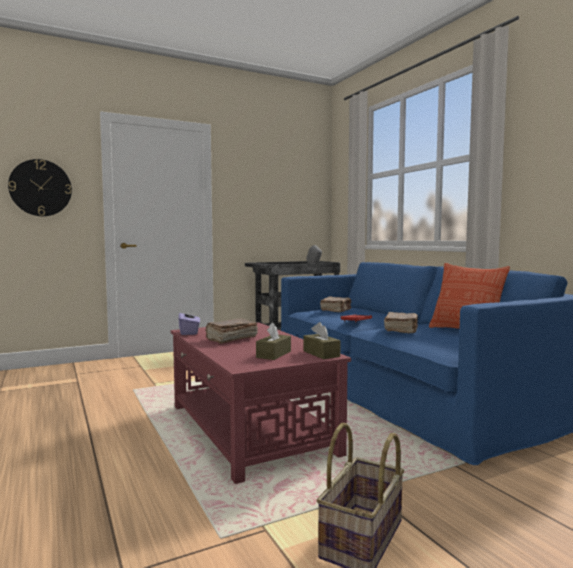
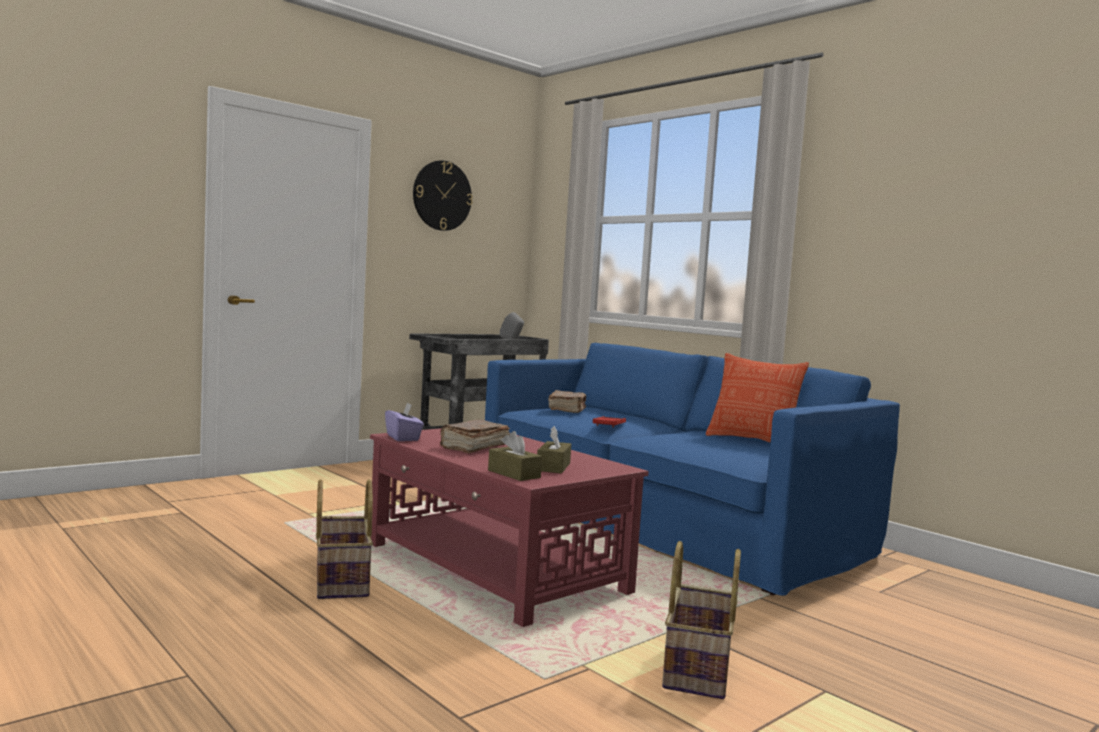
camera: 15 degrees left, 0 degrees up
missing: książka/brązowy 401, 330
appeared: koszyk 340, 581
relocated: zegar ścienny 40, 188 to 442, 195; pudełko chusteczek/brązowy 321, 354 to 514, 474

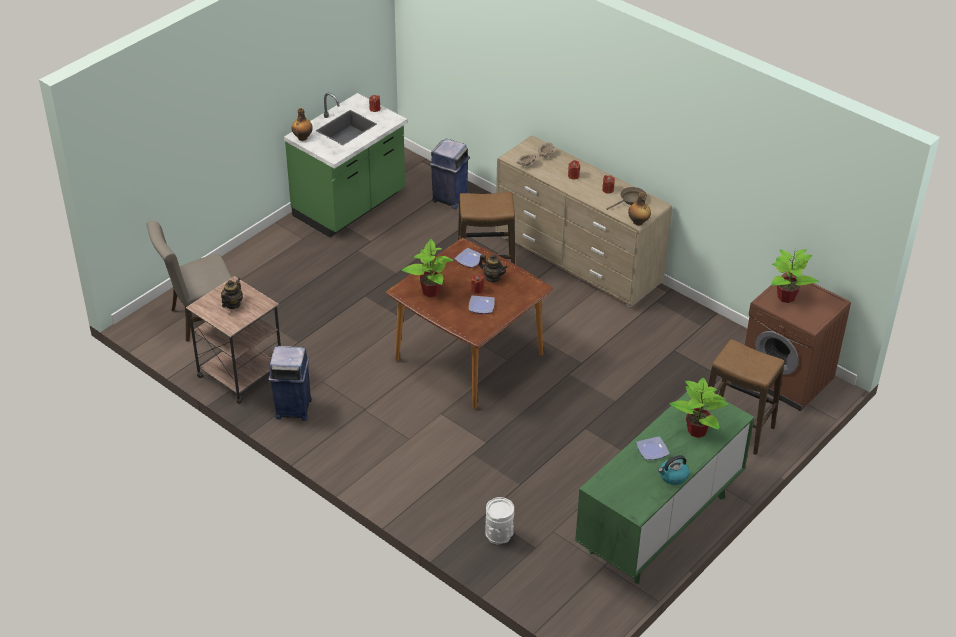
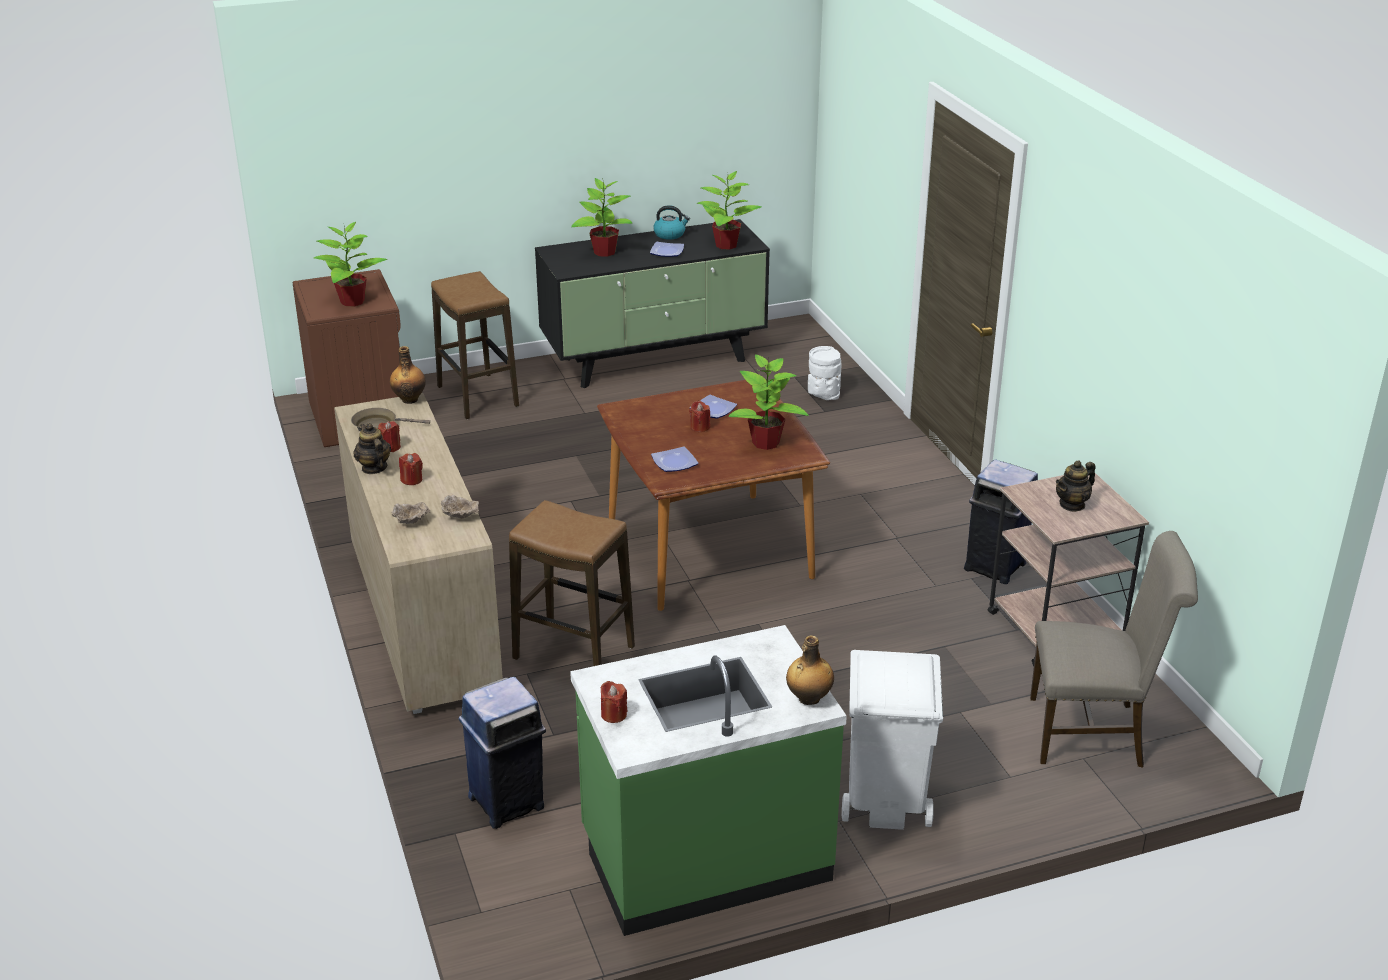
camera: 150 degrees left, 10 degrees down
appeared: roślina doniczkowa 725, 245; kosz na śmieci/biały 885, 800
relocated: imbryk 492, 277 to 374, 468
colour: komoda/zielony 659, 525 to komoda/czarny 653, 358

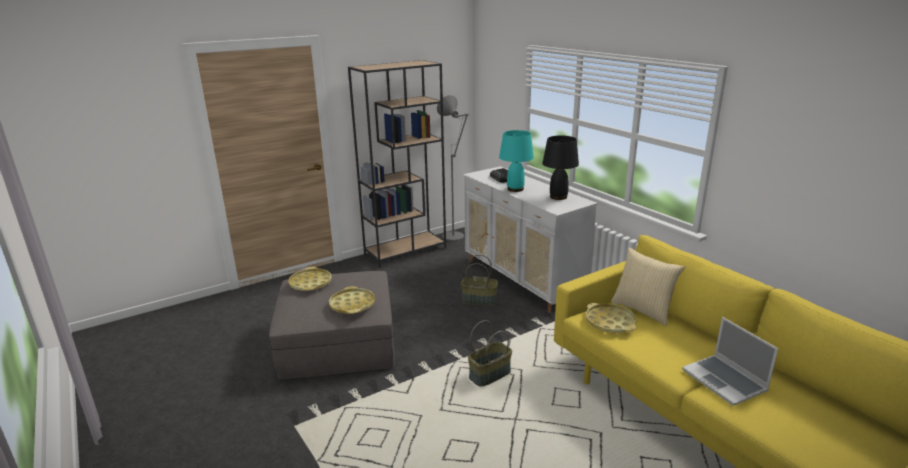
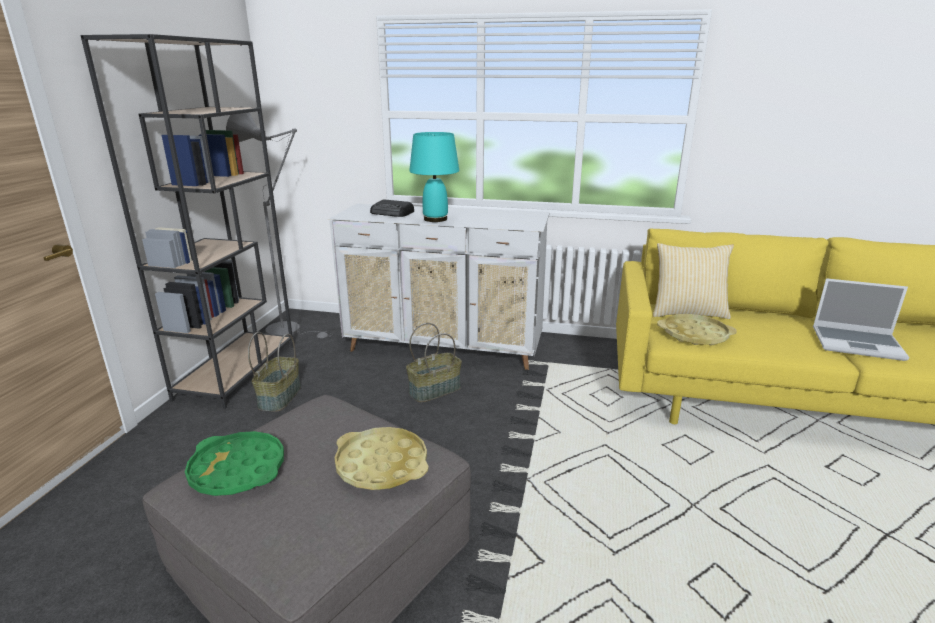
camera: 45 degrees left, 0 degrees up
missing: lampa stołowa/czarny 558, 197
relocated: koszyk 489, 374 to 279, 396
colour: taca/żółty 310, 283 to taca/zielony 237, 470

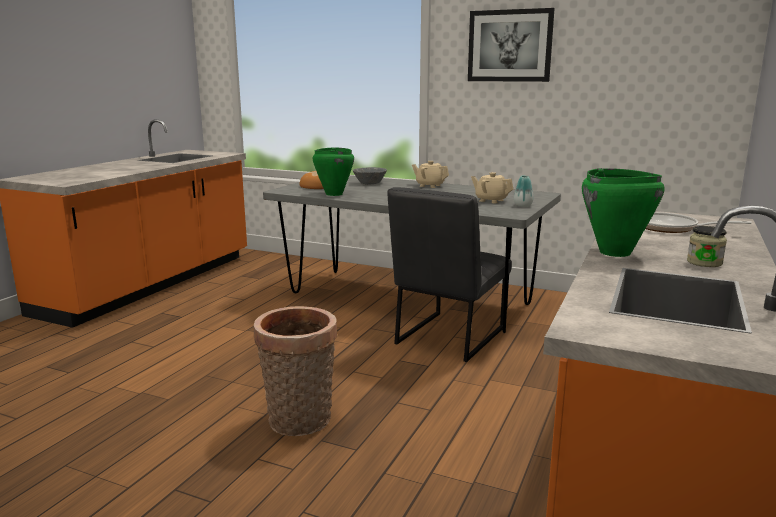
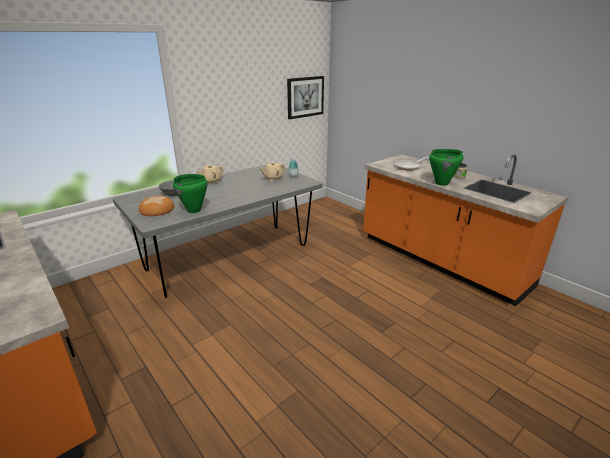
camera: 65 degrees left, 10 degrees up
missing: koszyk 300, 422; krzesło/szary 448, 336
relocated: obraz 509, 46 to 305, 97

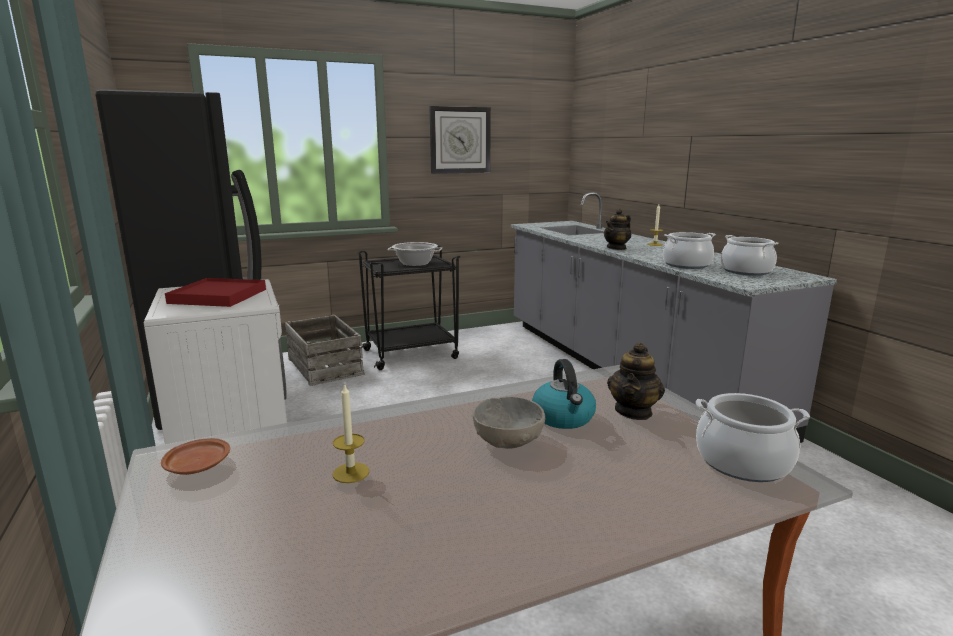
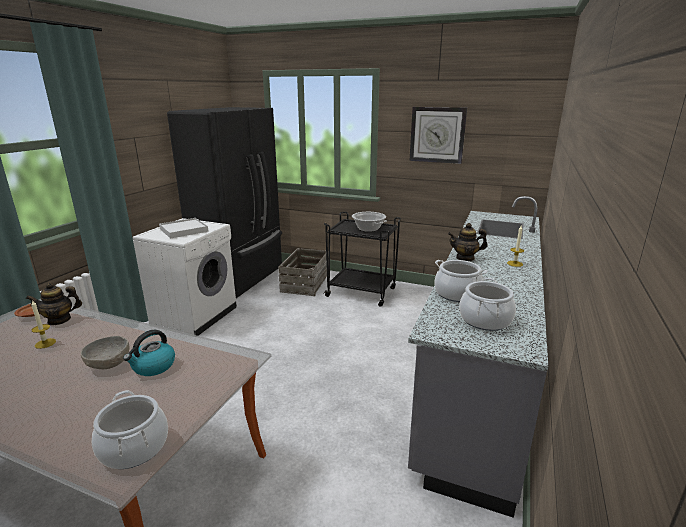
camera: 45 degrees right, 5 degrees up
relocated: imbryk 634, 411 to 59, 320
colour: taca/czerwony 218, 296 to taca/biały 184, 230

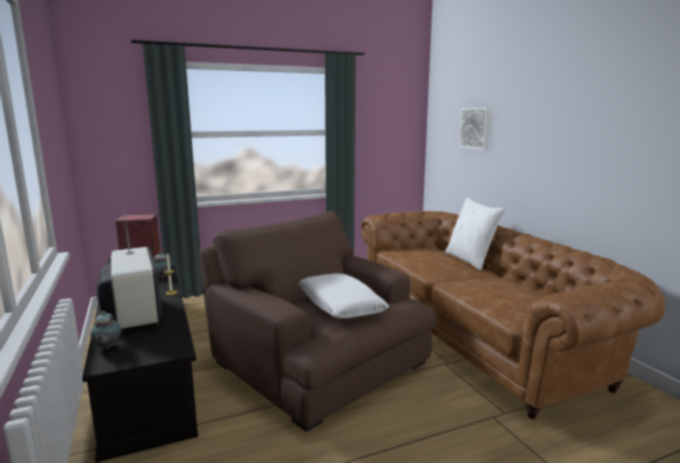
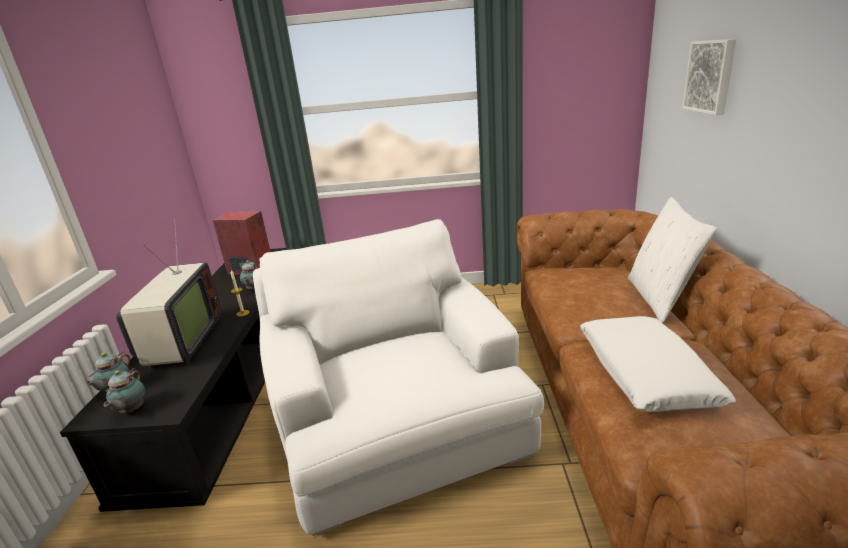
camera: 25 degrees right, 10 degrees up
appeared: imbryk 131, 410
relocated: poduszka/biały 340, 305 to 645, 374
colour: fotel/brązowy 318, 362 to fotel/biały 396, 421

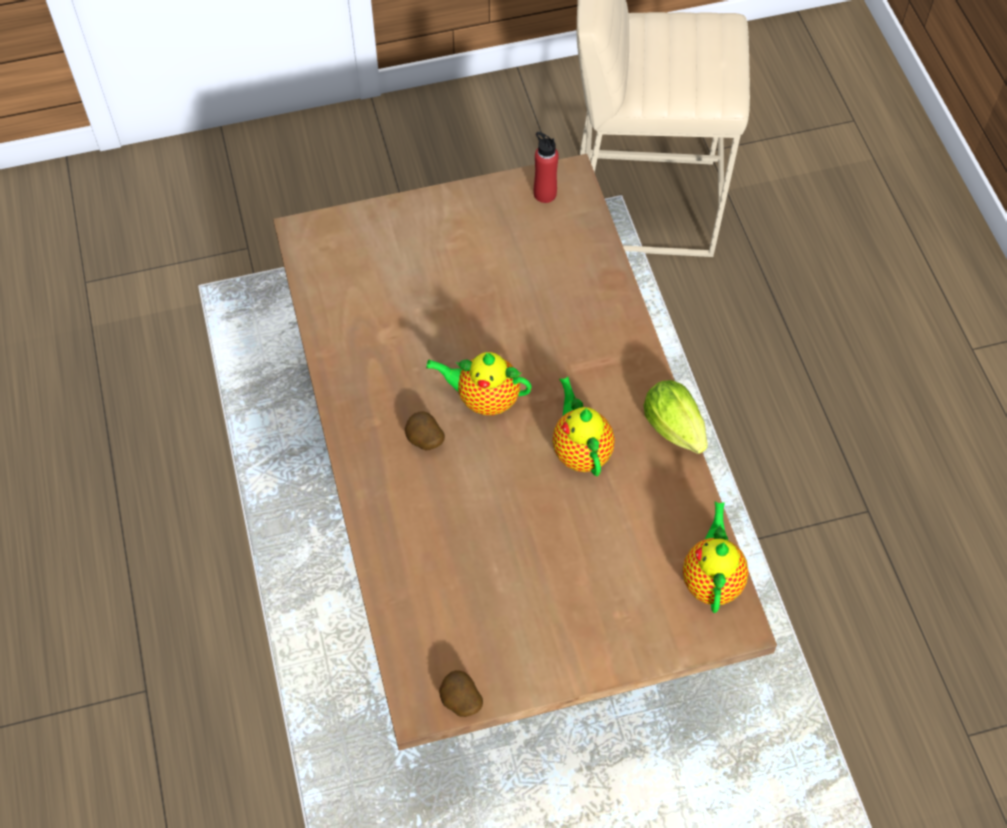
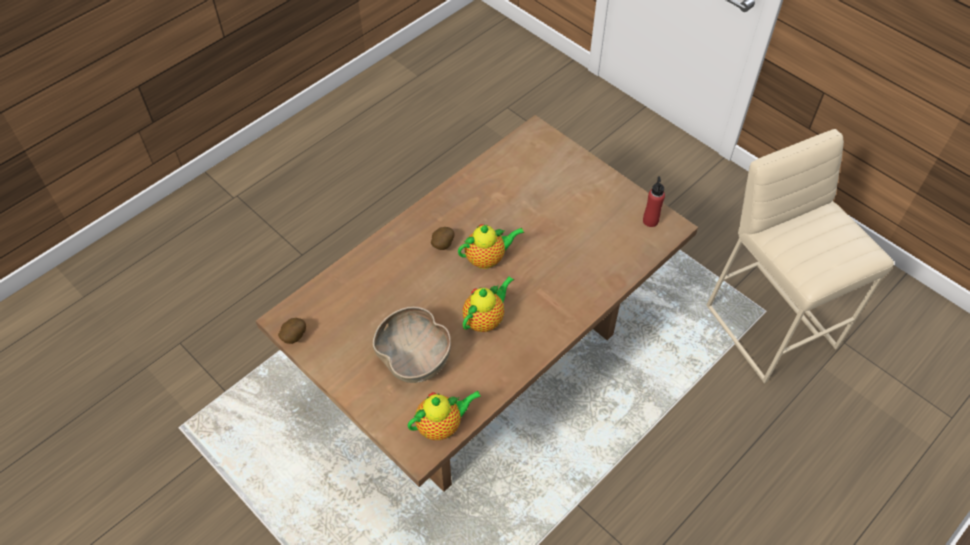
camera: 60 degrees right, 5 degrees down
missing: sałata 677, 431
appeared: miska/brązowy 415, 358
spun: imbryk 484, 399 = 487, 258 90 degrees clockwise

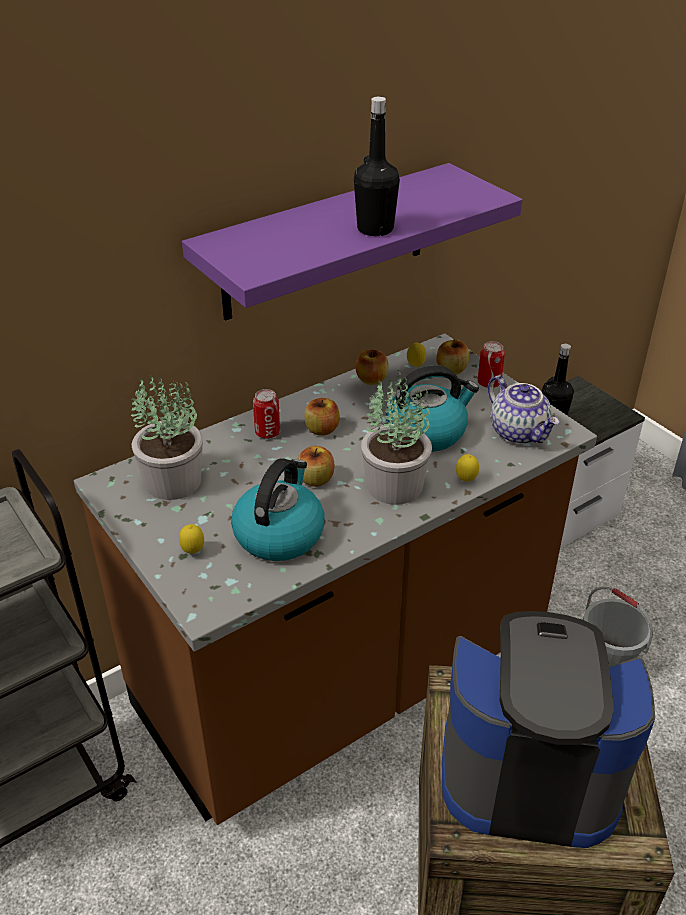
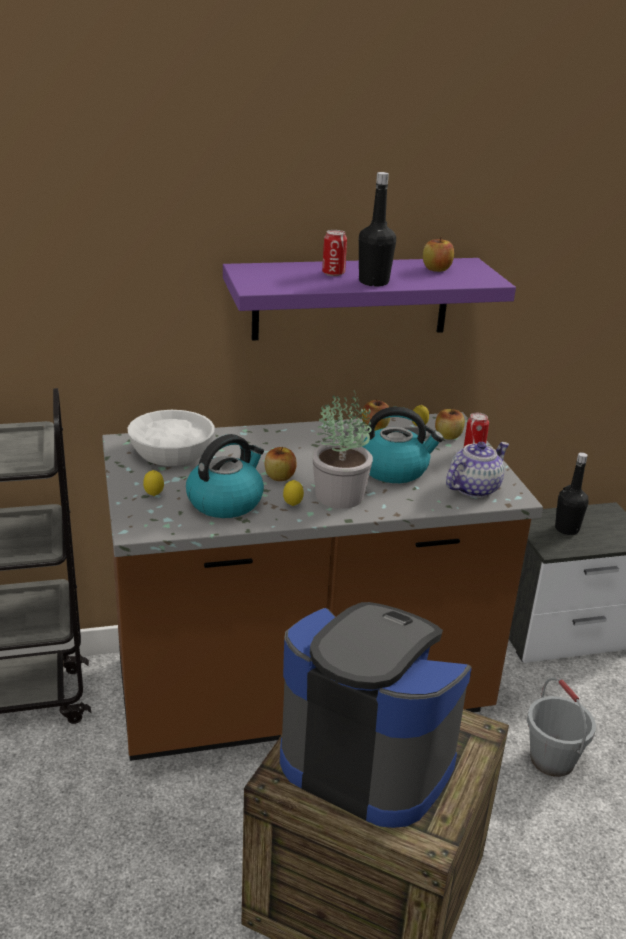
camera: 20 degrees right, 10 degrees down
relocated: puszka 267, 433 to 333, 273; jabłko 322, 429 to 436, 269; cytryna 466, 480 to 292, 505
exchanged: roślina doniczkowa 173, 482 to miska/biały 171, 452
spun: imbryk 519, 432 = 473, 488 120 degrees counterclockwise

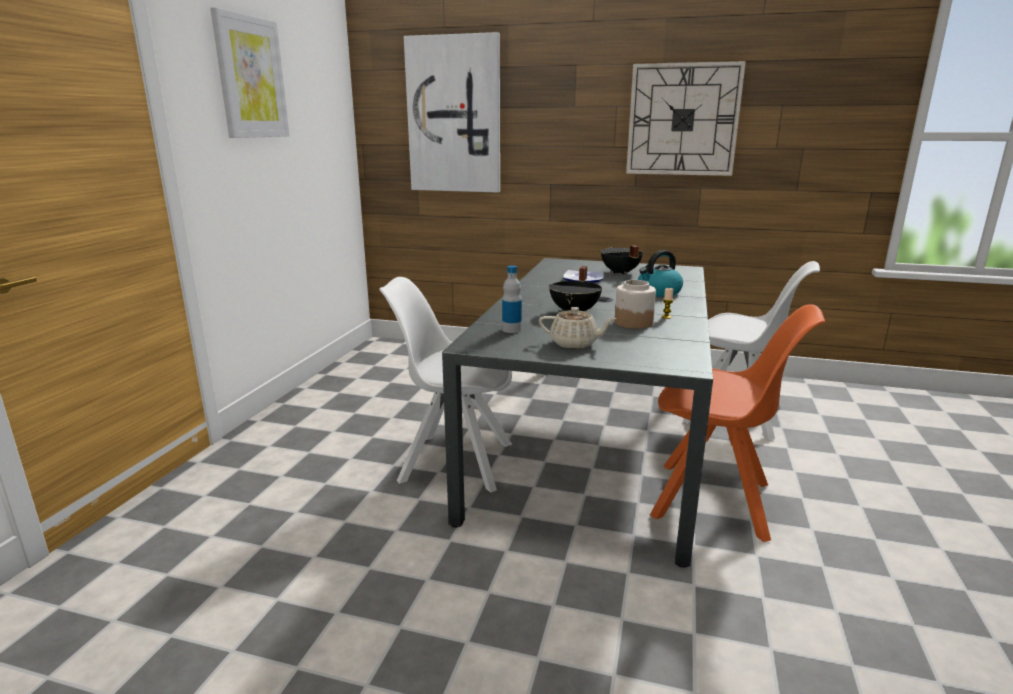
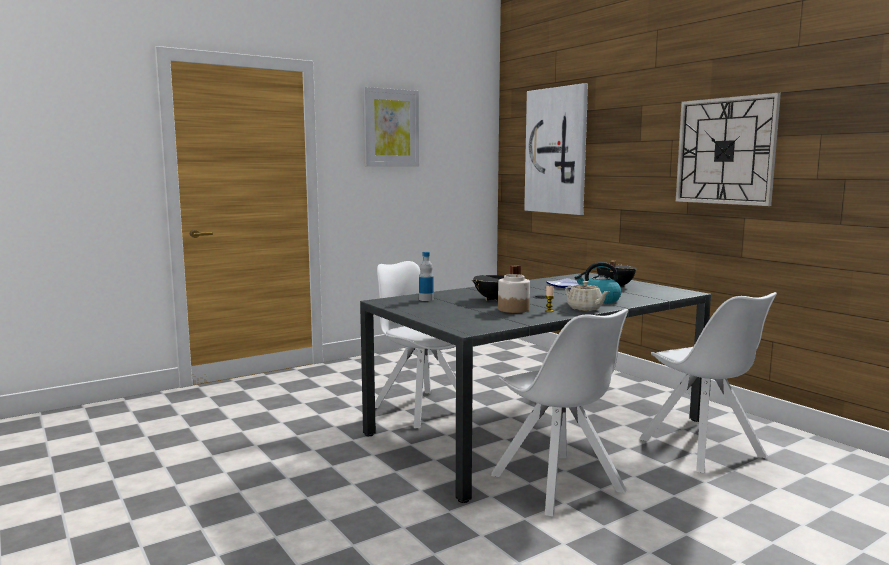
camera: 40 degrees right, 10 degrees down
relocated: imbryk/beżowy 575, 343 to 585, 309
colour: krzesło/pomarańczowy 714, 501 to krzesło/biały 558, 484

